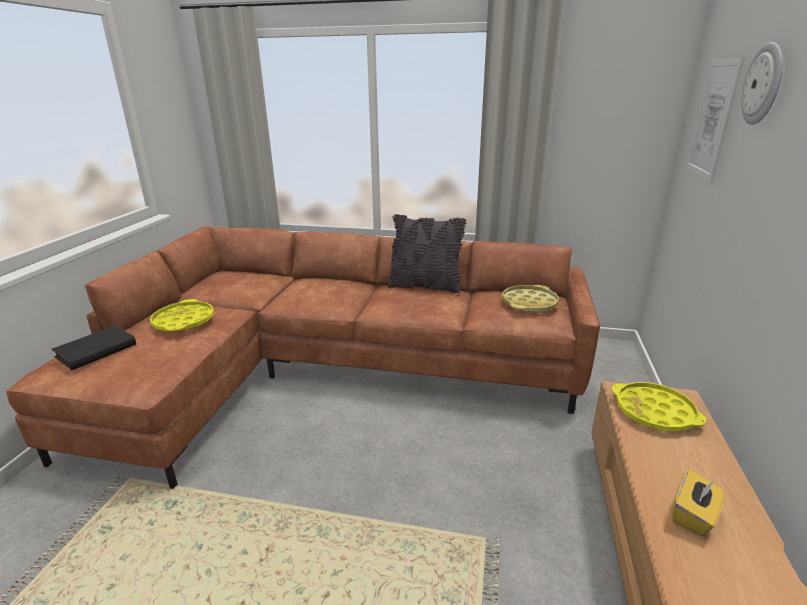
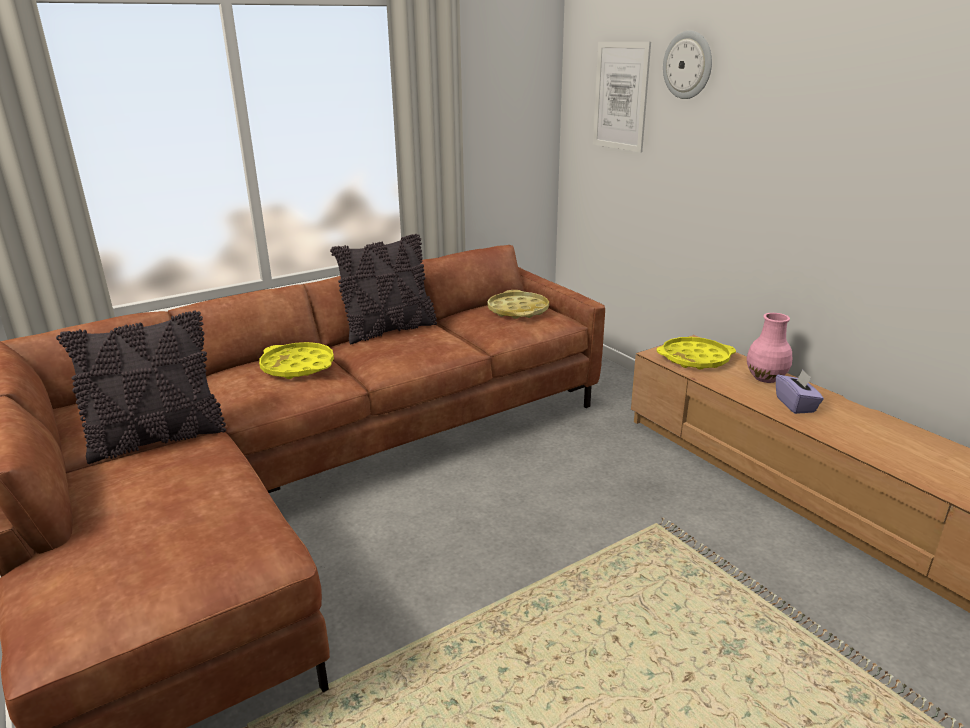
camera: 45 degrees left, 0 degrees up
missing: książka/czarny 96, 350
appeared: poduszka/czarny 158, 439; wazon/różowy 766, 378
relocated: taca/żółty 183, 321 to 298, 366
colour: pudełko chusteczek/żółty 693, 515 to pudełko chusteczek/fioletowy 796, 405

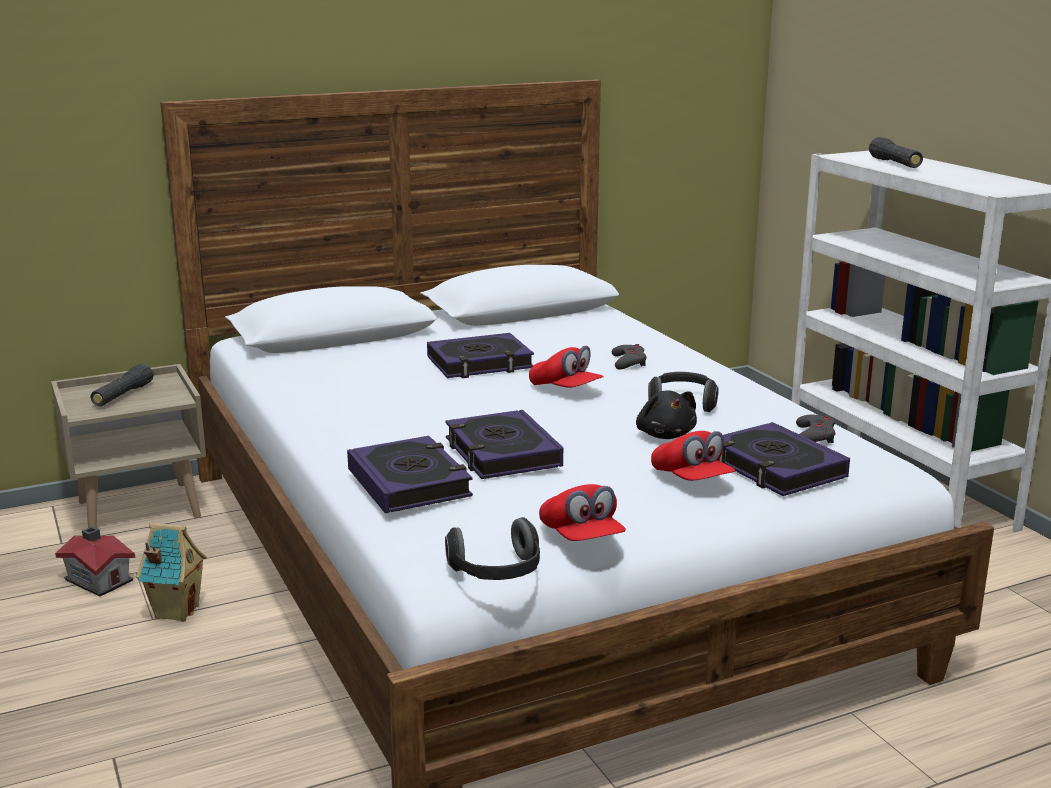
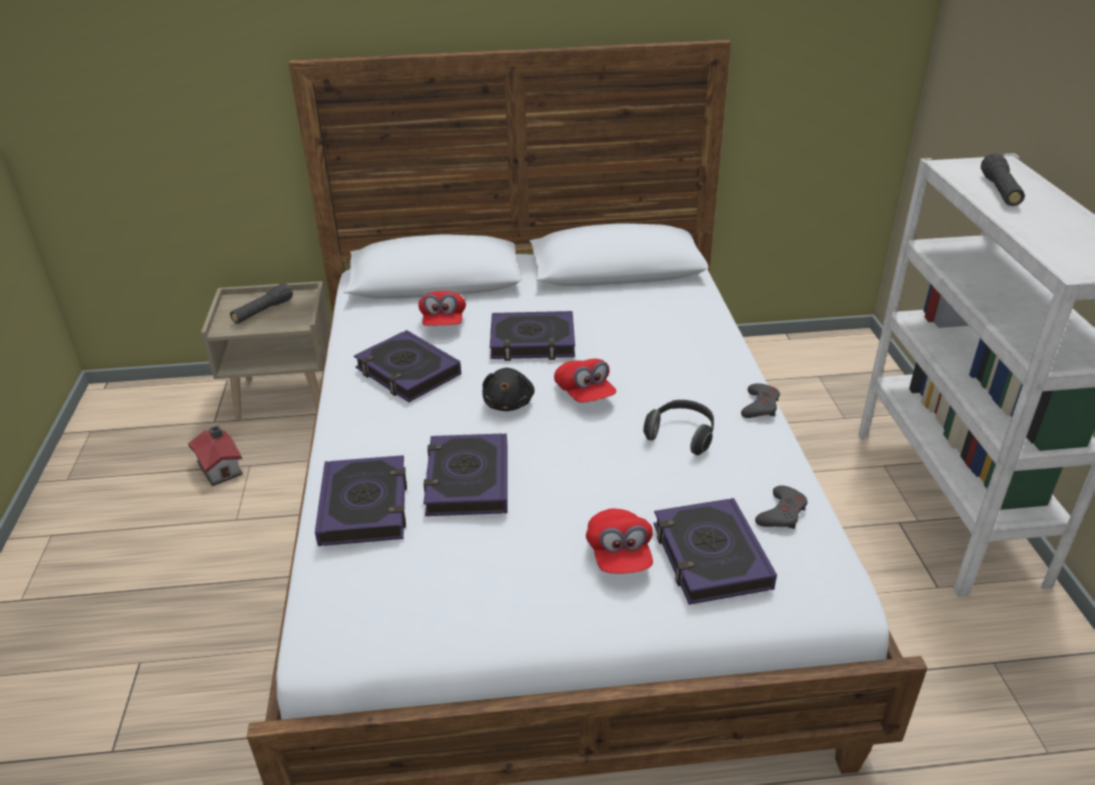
camera: 20 degrees right, 15 degrees up
missing: domek 176, 611; słuchawki 497, 573
appeared: książka 407, 372
relocated: czapka z daszkiem/czerwony 581, 537 to 443, 322; pad do gier/szary 628, 362 to 760, 406; pluszak/czarny 665, 435 to 509, 403

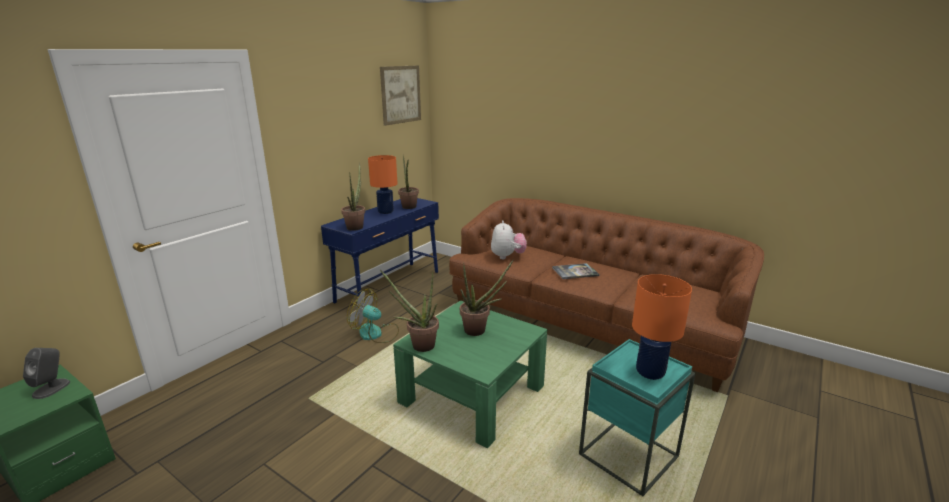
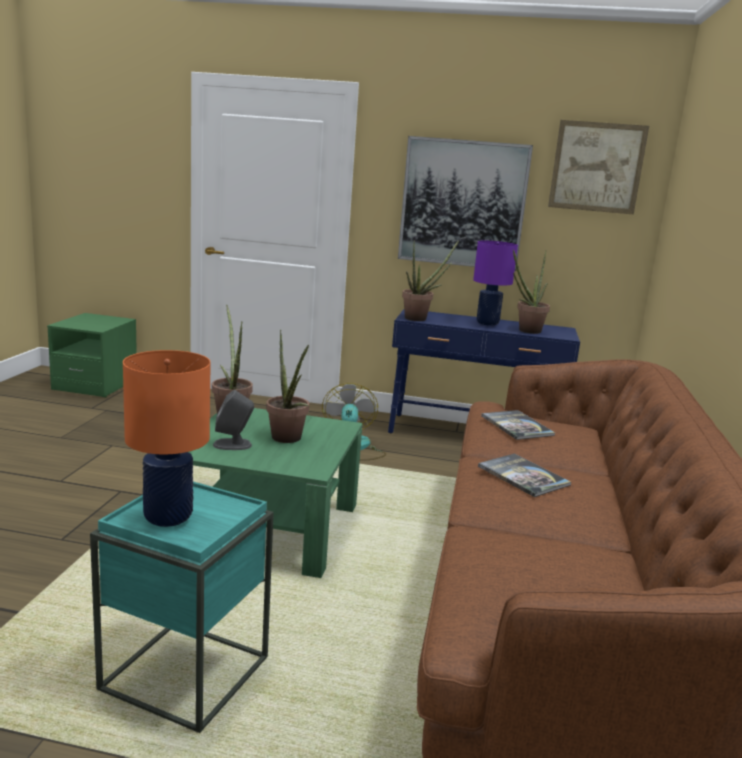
camera: 65 degrees right, 5 degrees down
appeared: obraz 463, 203
relocated: głośnik/szary 51, 388 to 233, 444
exchanged: pluszak 507, 256 to książka 517, 426
colour: lampa stołowa/pomarańczowy 386, 212 to lampa stołowa/fioletowy 487, 324

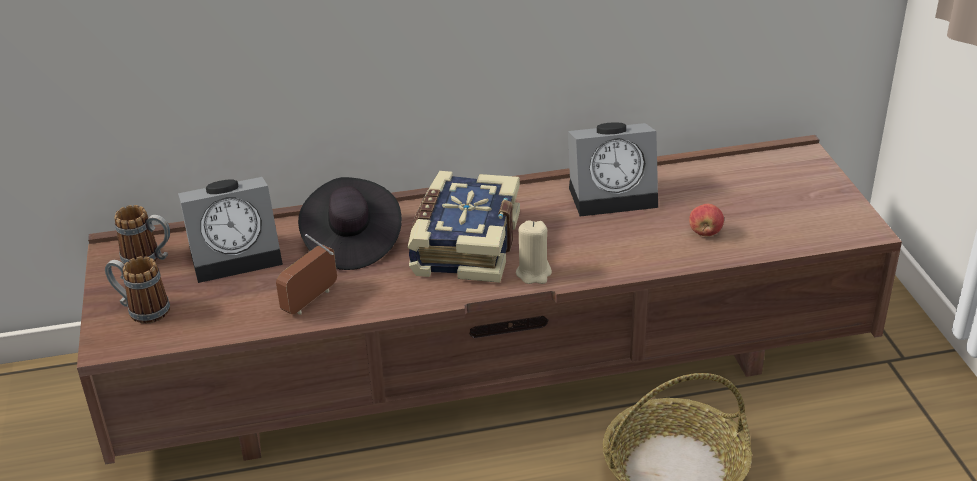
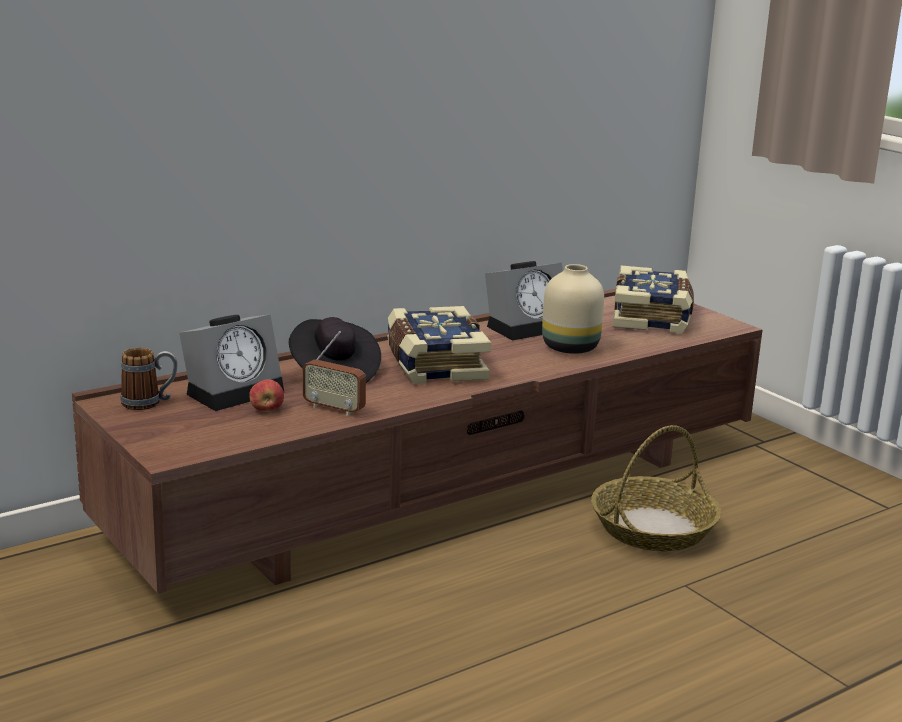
camera: 25 degrees left, 15 degrees down
missing: kubek 141, 310; świeca/beżowy 534, 273
appeared: wazon/beżowy 569, 347; książka 652, 317
relocated: jabłko 705, 232 to 267, 410
spun: radio 311, 300 = 334, 409 75 degrees counterclockwise

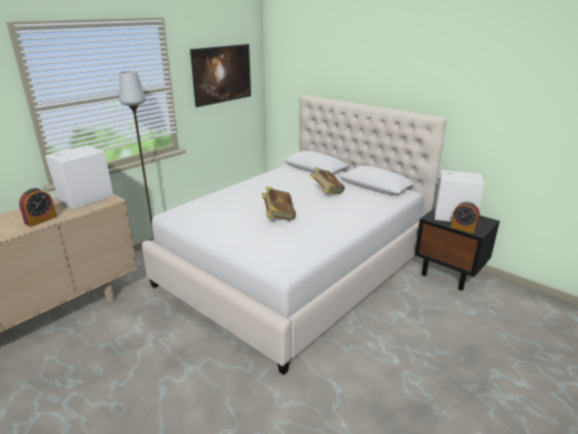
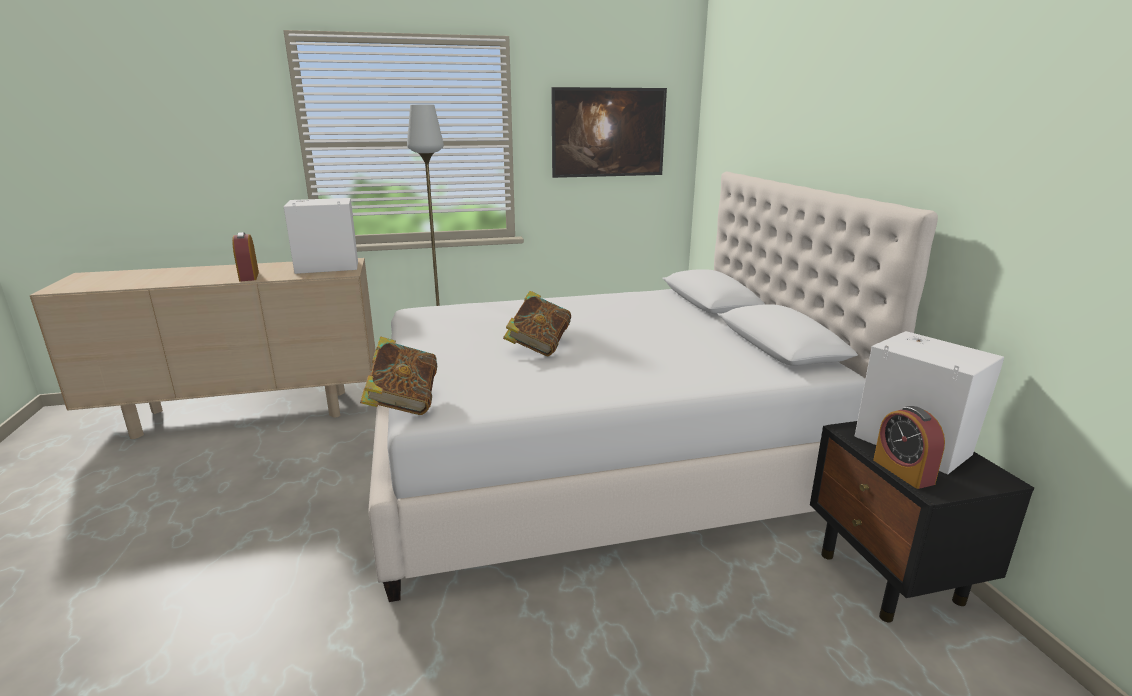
camera: 35 degrees right, 5 degrees down
relocated: książka 327, 193 to 403, 404
spun: budzik 41, 220 = 249, 276 90 degrees clockwise

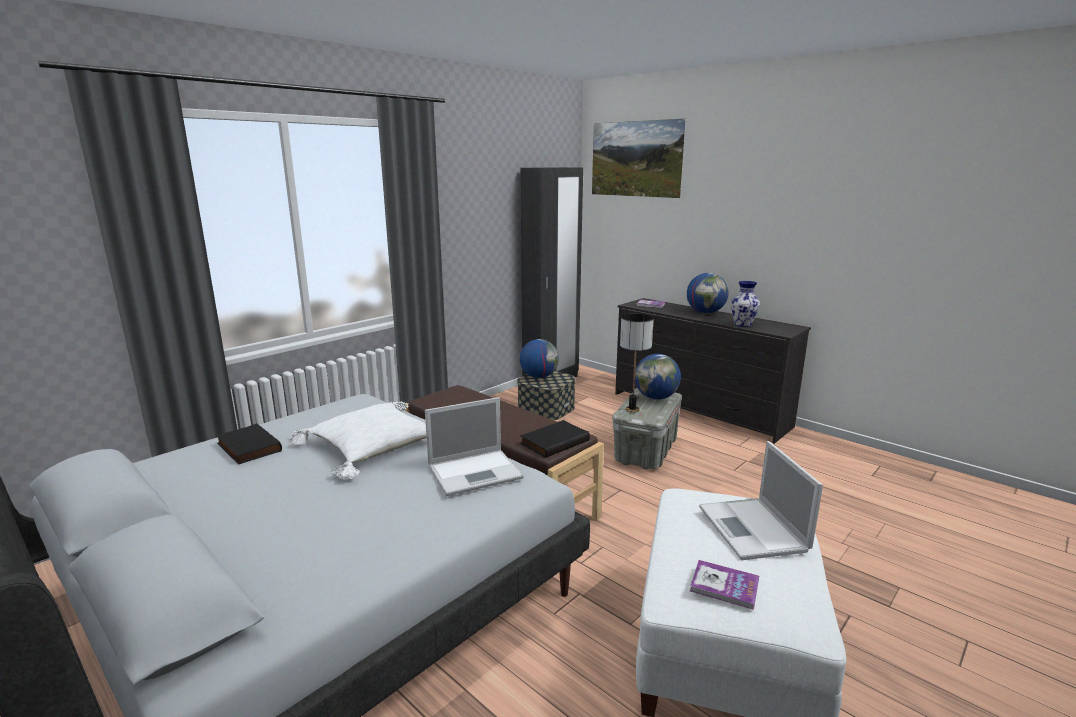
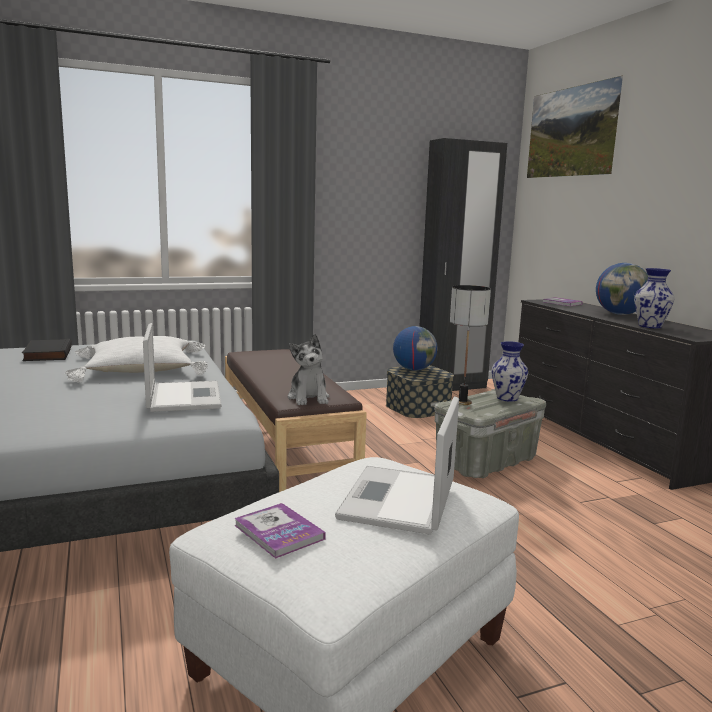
camera: 25 degrees right, 5 degrees down
exchanged: książka/czarny 554, 441 to pluszak 309, 398; globus 656, 397 to wazon 507, 398
spun: laptop 476, 472 = 183, 396 105 degrees counterclockwise

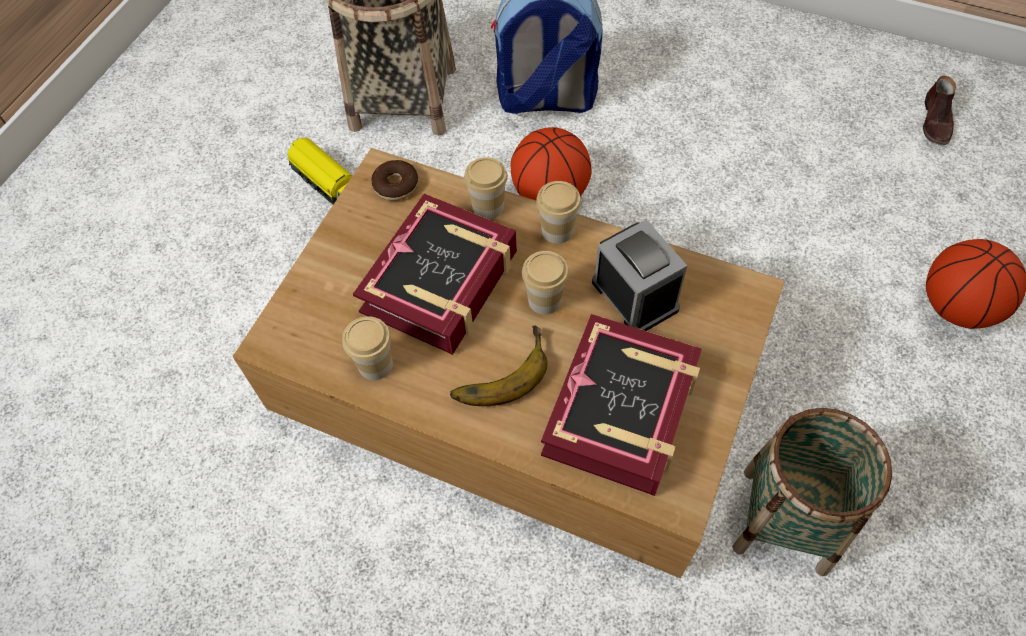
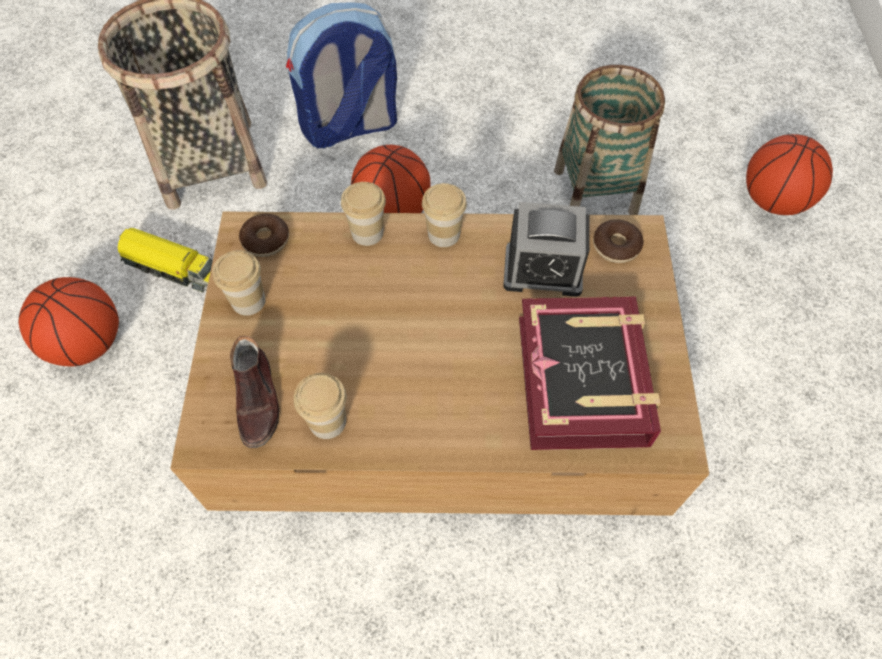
camera: 25 degrees left, 0 degrees up
missing: książka 441, 282; banan 498, 370
appeared: piłka do koszykówki 88, 344; donut 616, 246
relocated: filiżanka 544, 300 to 248, 301; koszyk 785, 520 to 595, 191; but/brązowy 936, 122 to 257, 399
spun: budzik 635, 295 = 543, 270 150 degrees clockwise

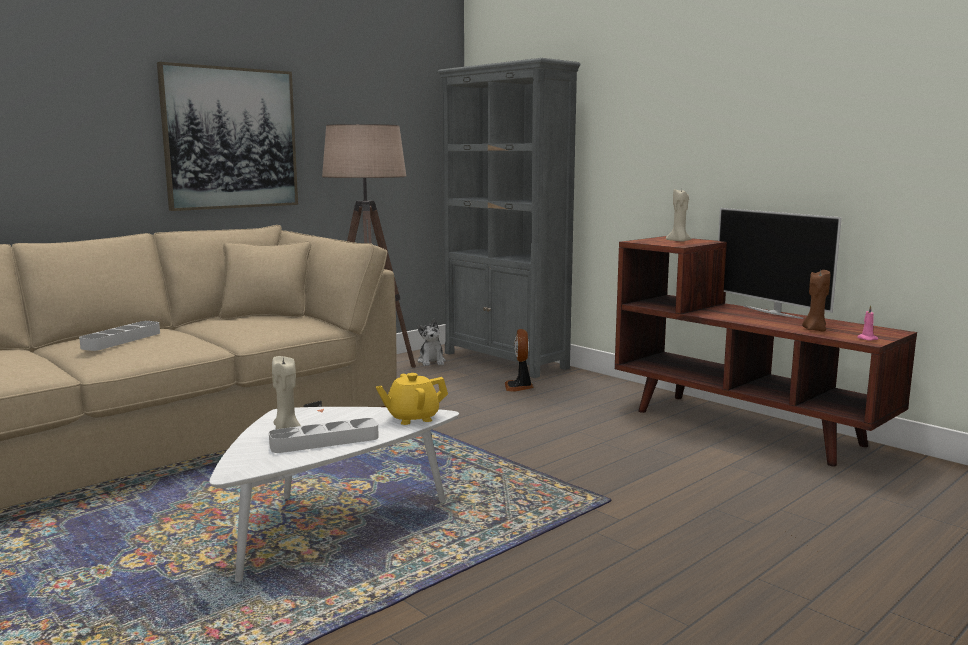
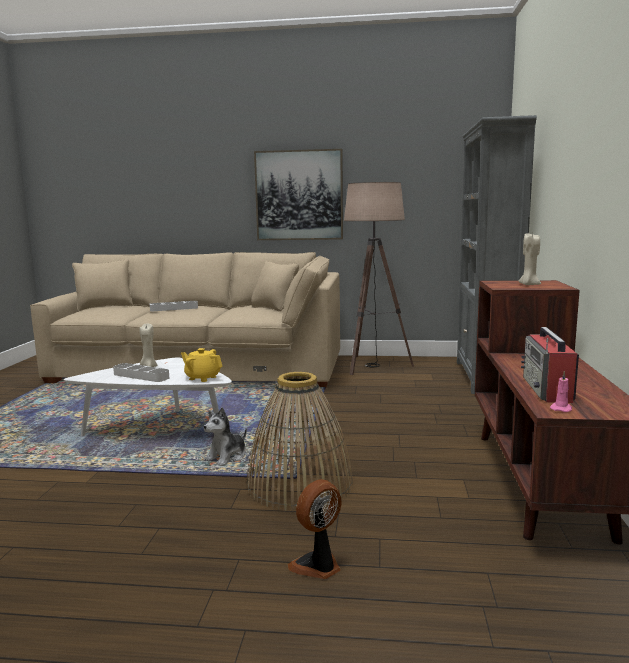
camera: 50 degrees right, 0 degrees up
missing: telewizor 772, 312
appeared: koszyk 300, 484
relocated: pluszak 431, 362 to 227, 457; wentylator 519, 387 to 318, 566
exchanged: świeca/brązowy 814, 329 to radio 547, 389

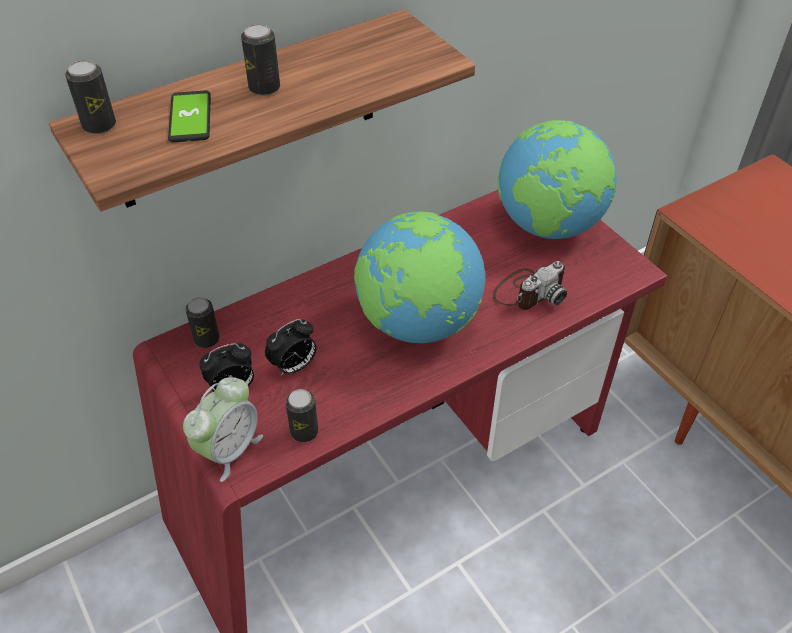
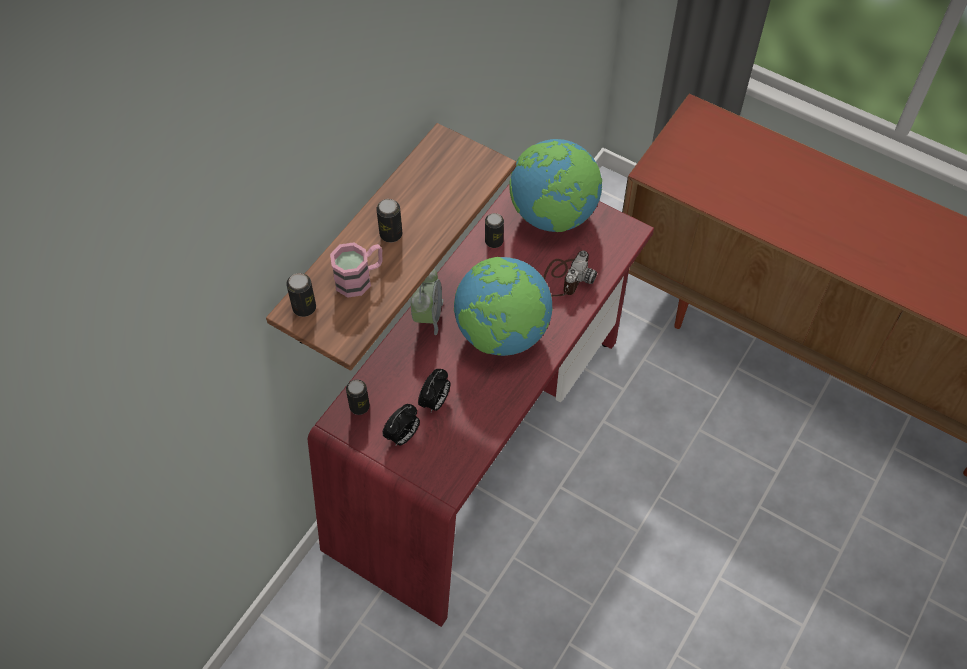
camera: 25 degrees left, 10 degrees up
relocated: budzik 229, 450 to 427, 315; puszka 304, 431 to 494, 241
exchanged: telefon 190, 118 to kubek/różowy 360, 278

